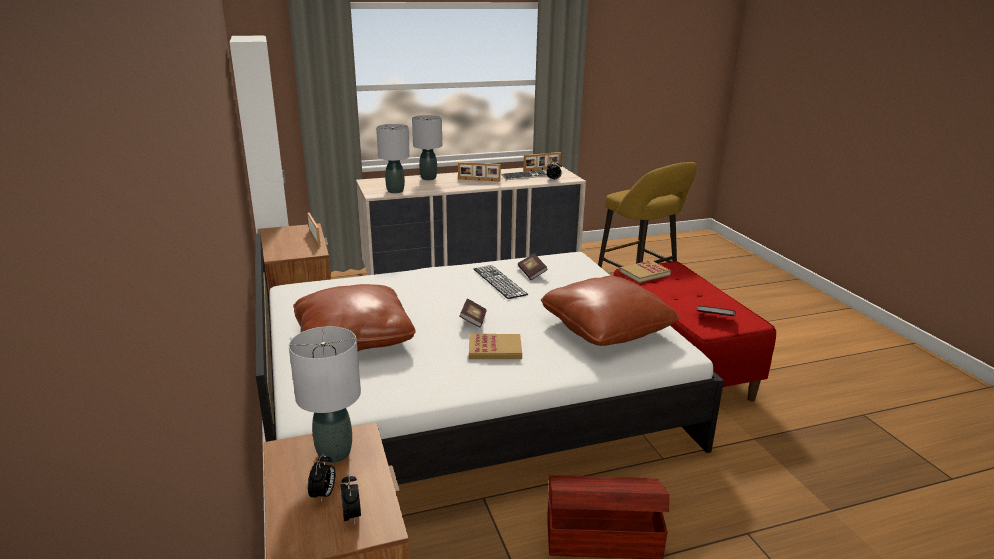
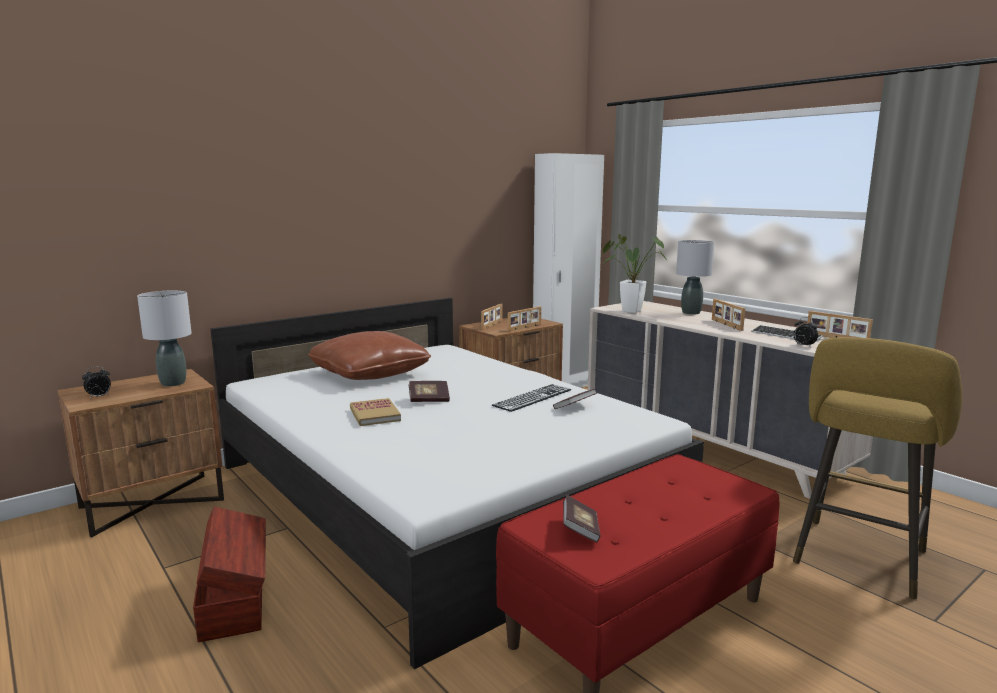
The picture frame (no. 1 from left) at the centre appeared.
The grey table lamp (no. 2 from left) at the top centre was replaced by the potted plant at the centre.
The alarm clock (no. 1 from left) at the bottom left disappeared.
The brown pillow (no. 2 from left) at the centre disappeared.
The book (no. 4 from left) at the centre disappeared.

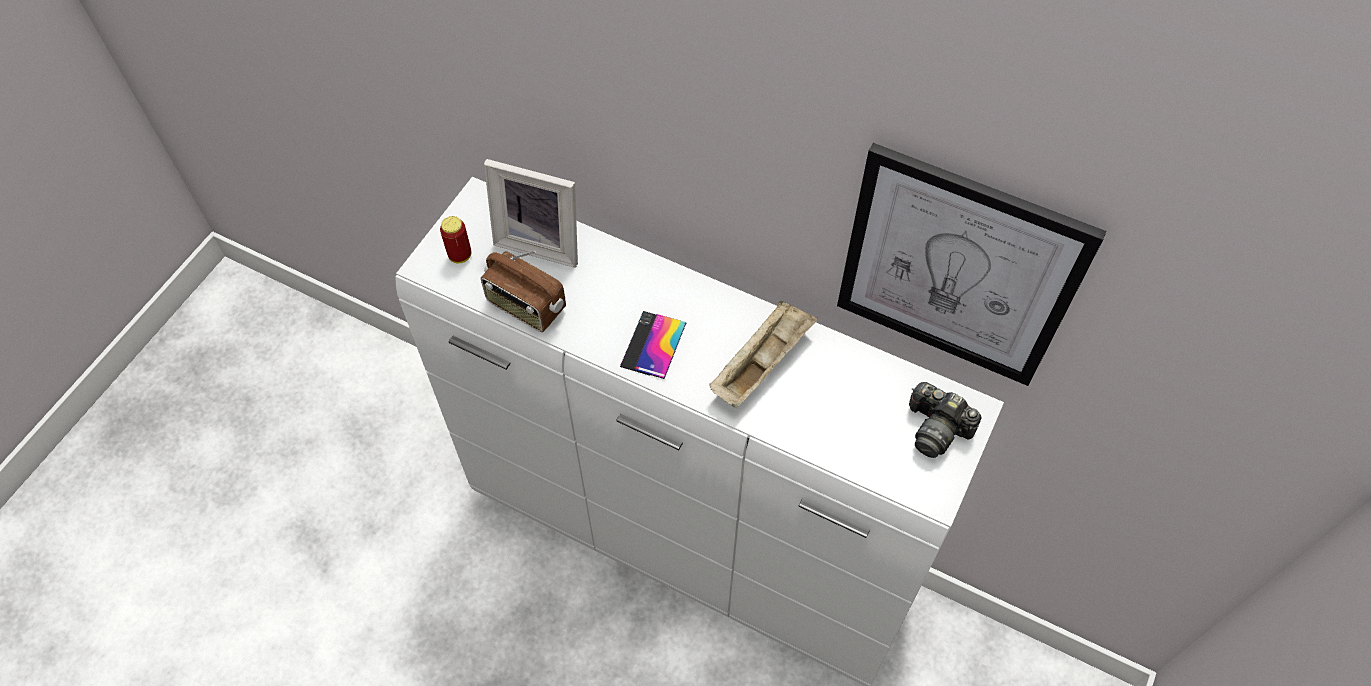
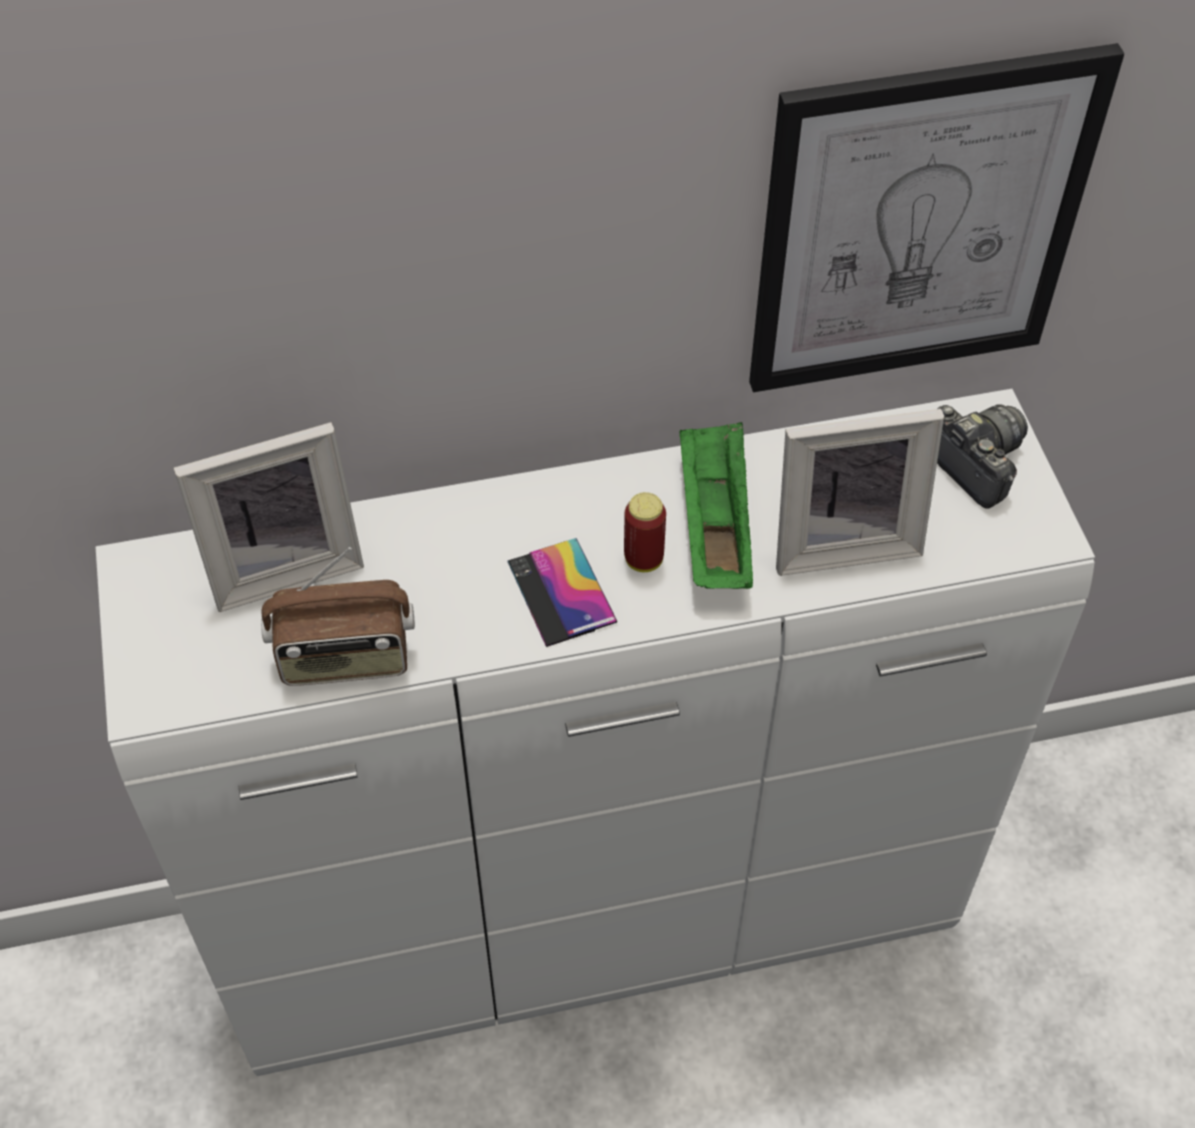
The can moved from the middle left to the centre.
The beige tray at the centre became the green tray at the centre.
The picture frame (no. 2 from left) at the middle right appeared.
The photo camera at the middle right turned 120 degrees counterclockwise.

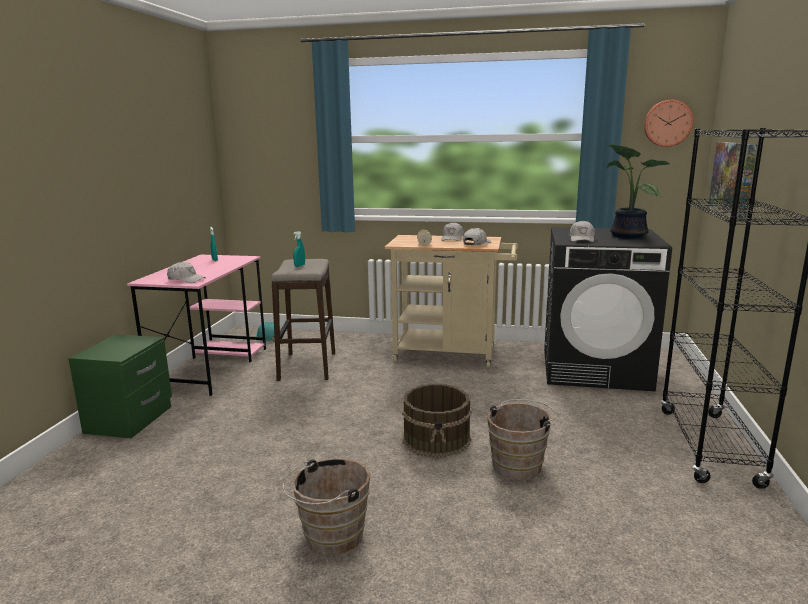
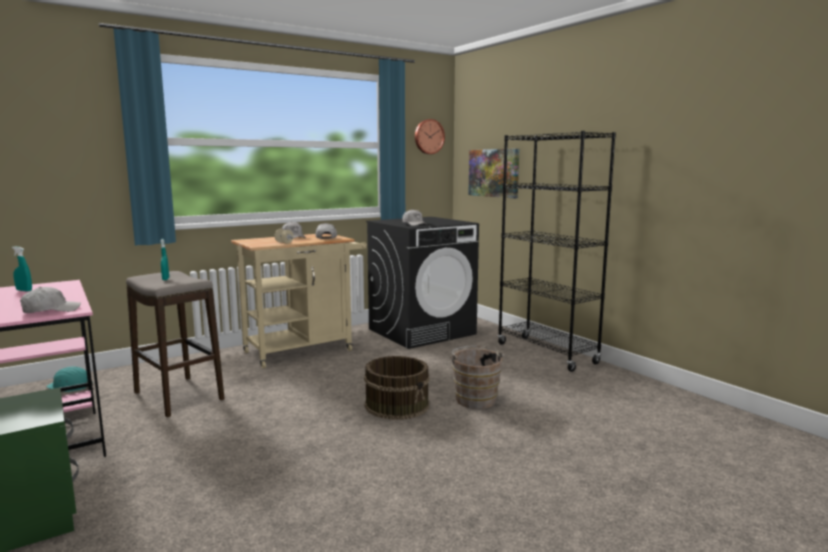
The brown bucket (no. 1 from left) at the bottom centre disappeared.
The potted plant at the top right disappeared.

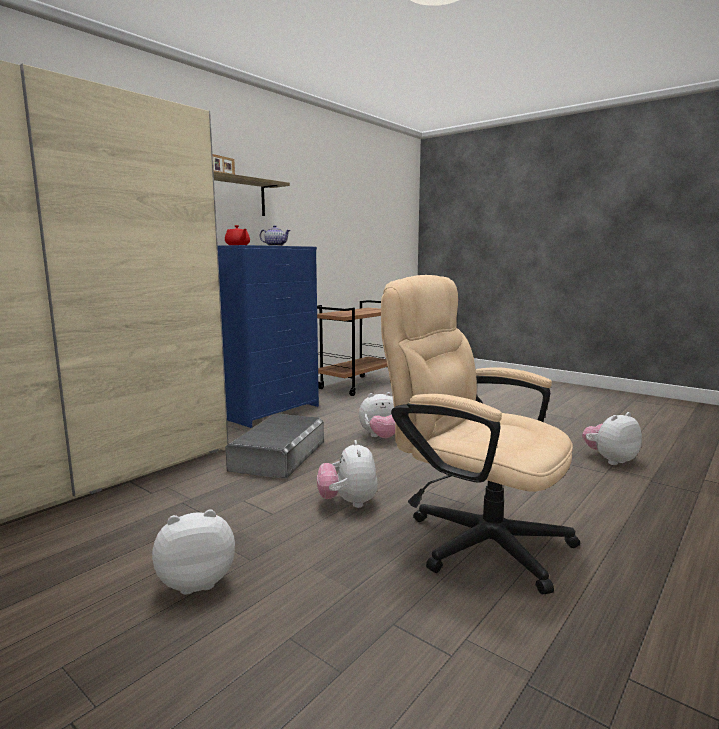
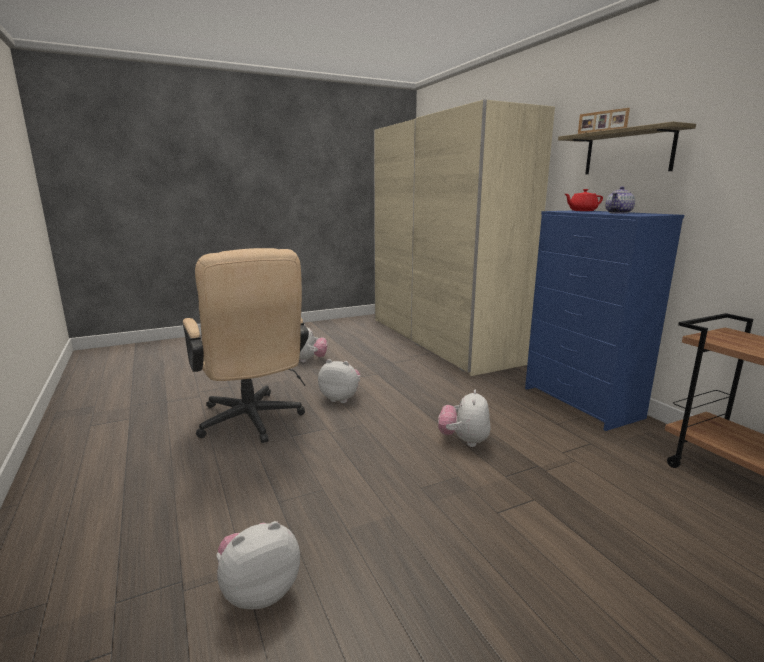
The beige office chair at the middle right turned 90 degrees clockwise.
The plush toy (no. 4 from left in the first image) at the middle right turned 120 degrees counterclockwise.
The grey storage box at the centre disappeared.

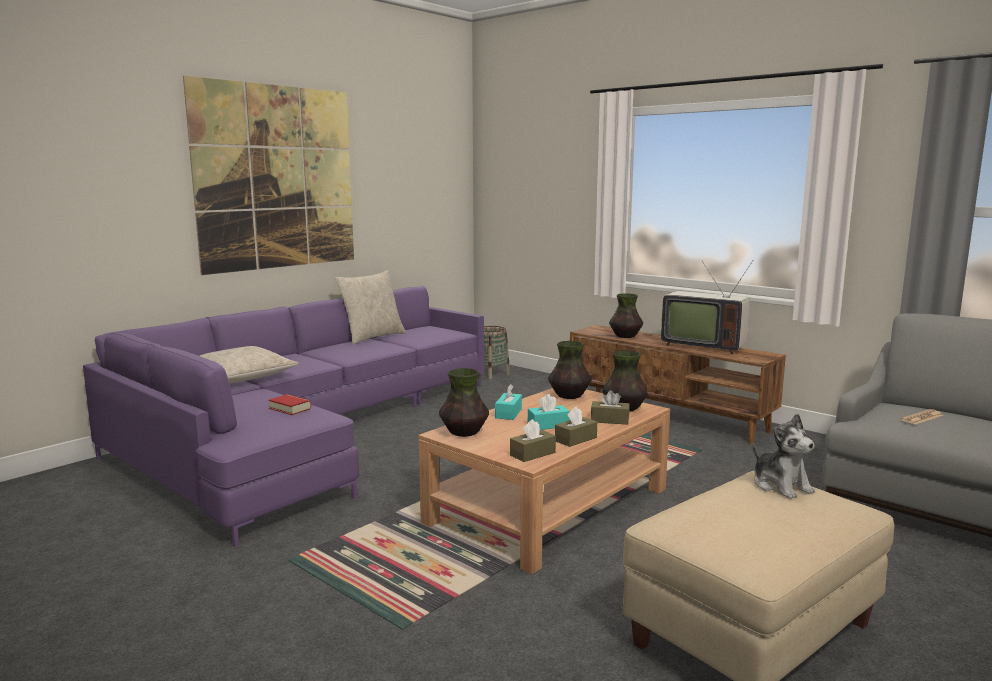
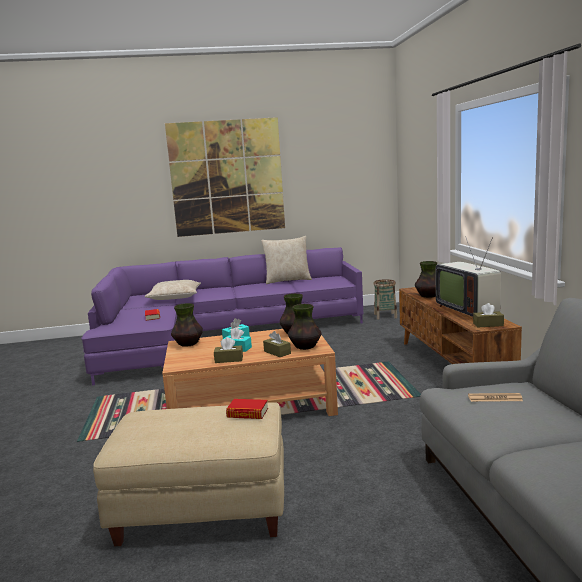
The plush toy at the bottom right was replaced by the book (no. 2 from left) at the bottom centre.
The brown tissue box (no. 1 from left in the first image) moved from the centre to the middle right.

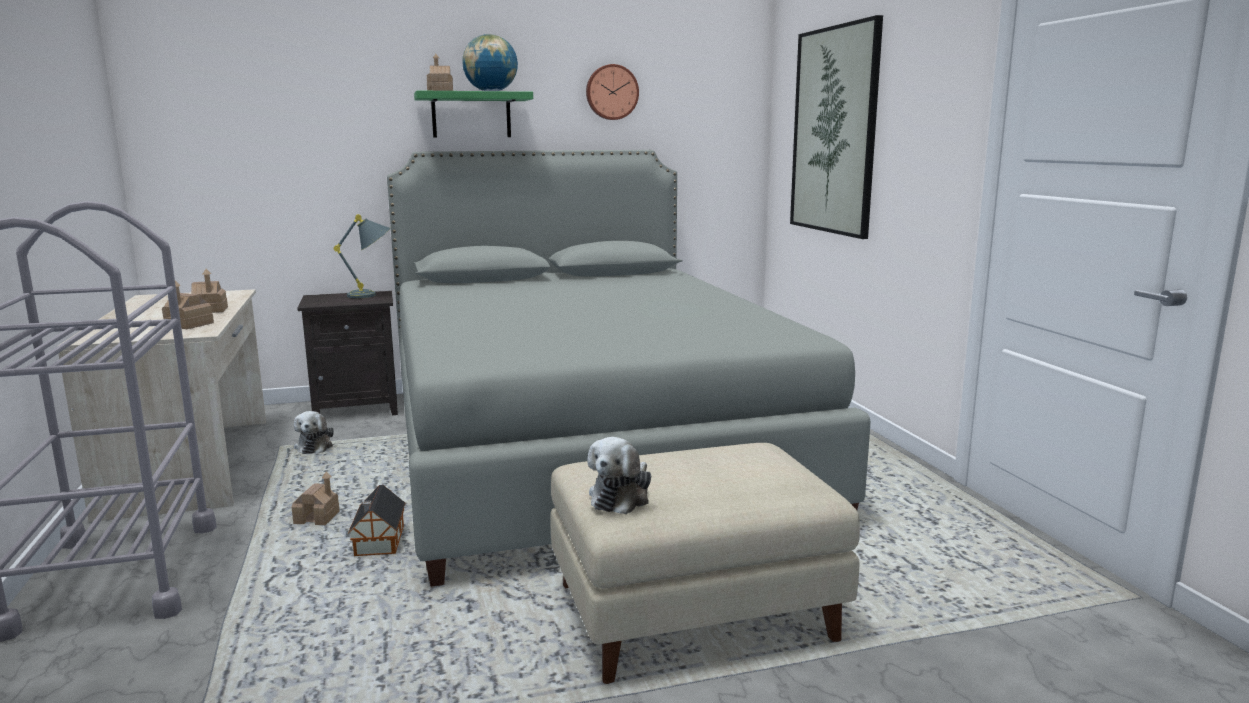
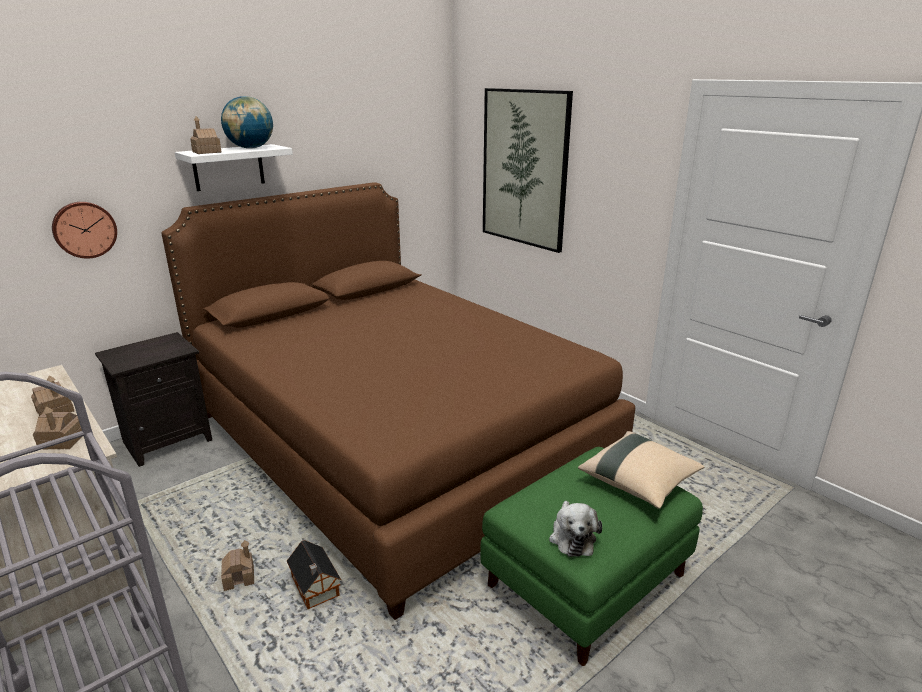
The wall clock moved from the top centre to the top left.
The grey bed at the centre became the brown bed at the centre.
The green shelf at the top centre became the white shelf at the top left.
The beige ottoman at the bottom centre became the green ottoman at the bottom centre.
The beige pillow at the bottom right appeared.
The plush toy (no. 1 from left) at the middle left disappeared.
The grey table lamp at the middle left disappeared.

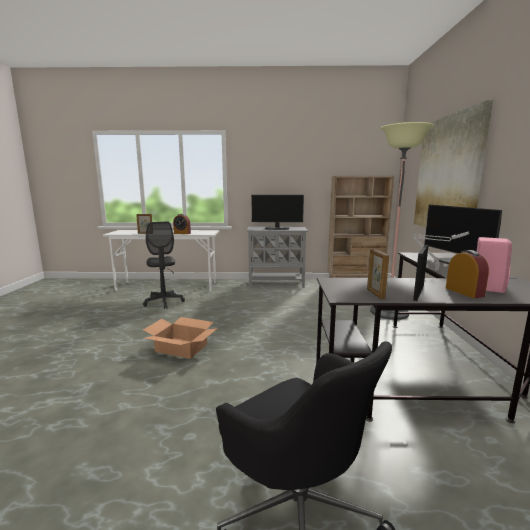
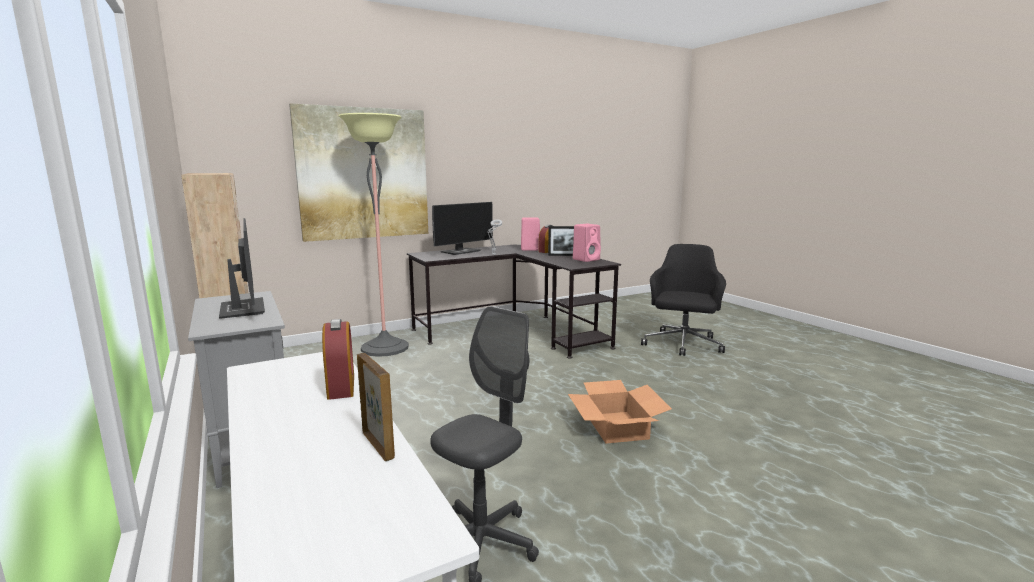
The picture frame (no. 2 from left) at the middle right was replaced by the pink speaker (no. 2 from left) at the centre.

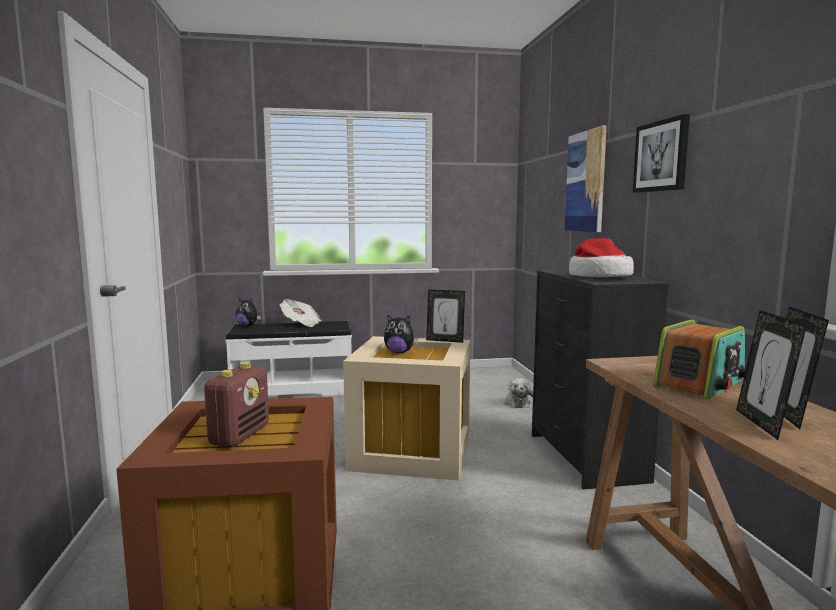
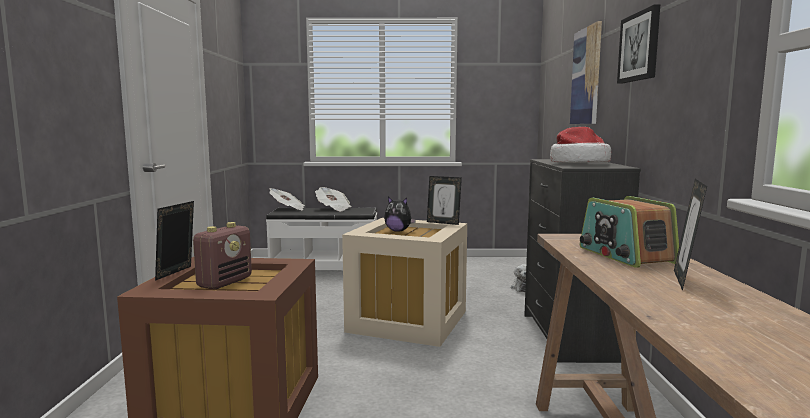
The picture frame (no. 2 from left in the first image) moved from the middle right to the middle left.
The plush toy (no. 1 from left) at the middle left was replaced by the newspaper (no. 1 from left) at the centre.
The radio (no. 2 from left) at the middle right turned 105 degrees clockwise.

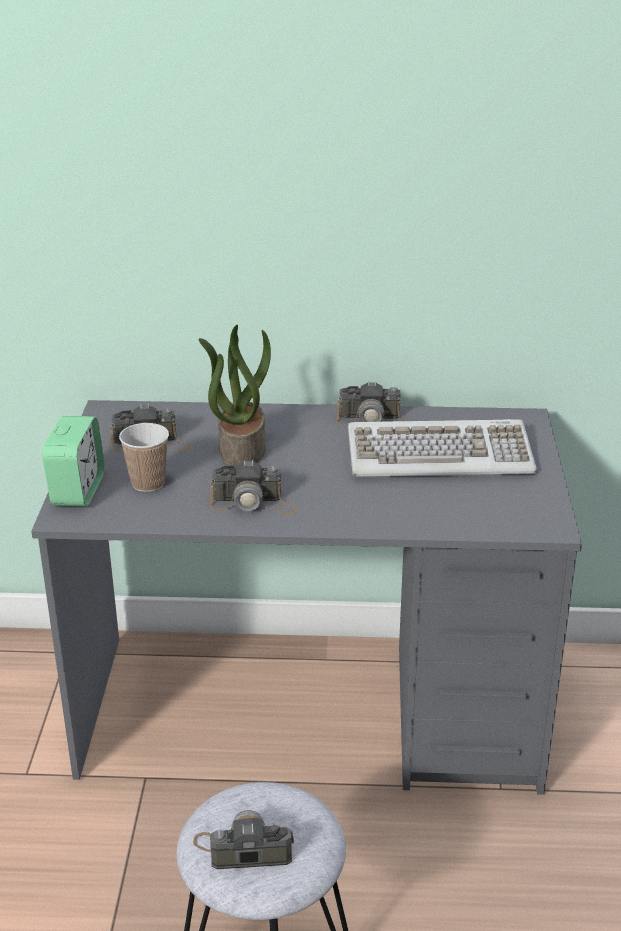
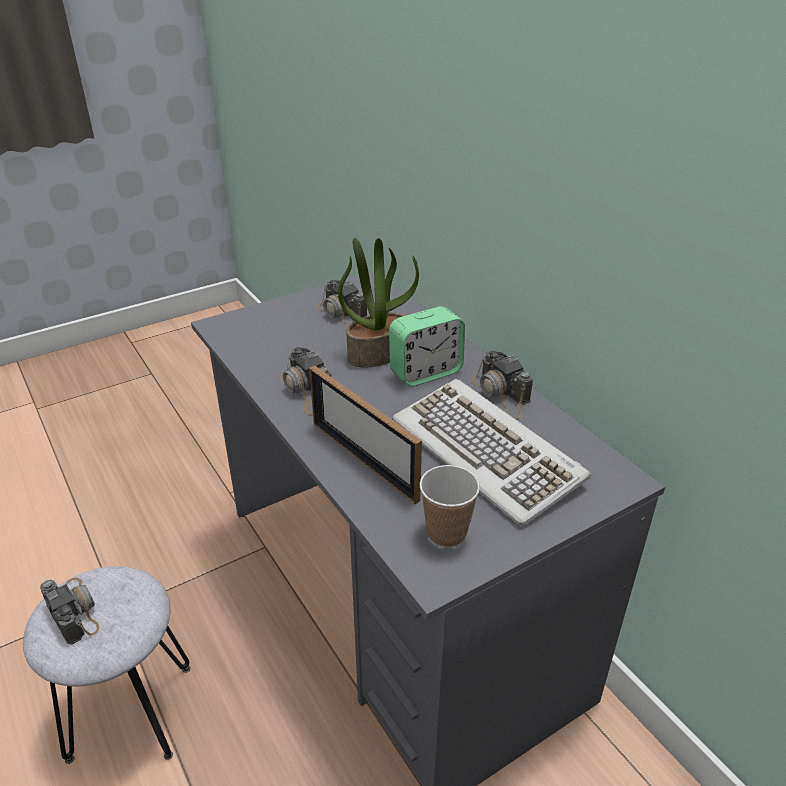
The picture frame at the centre appeared.
The alarm clock moved from the middle left to the centre.
The cup moved from the middle left to the centre.

